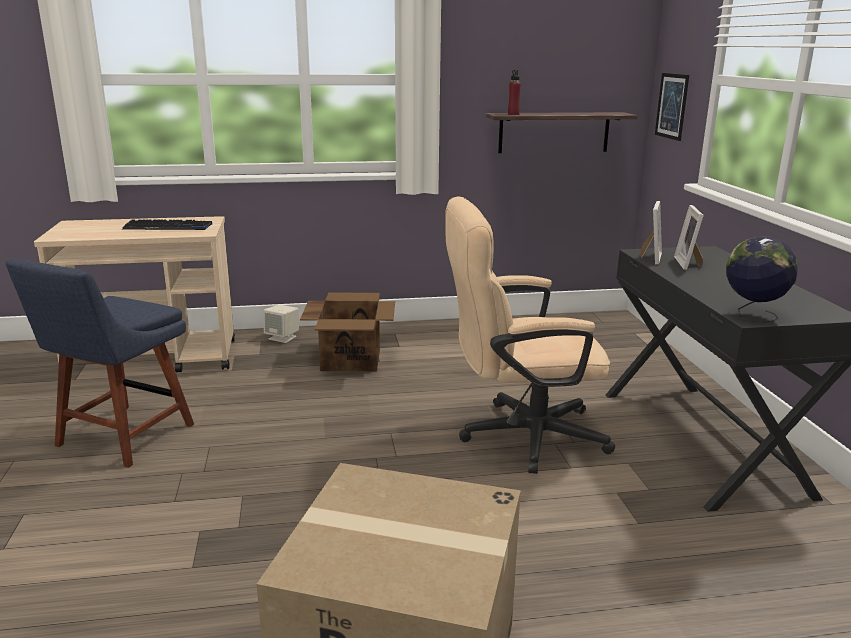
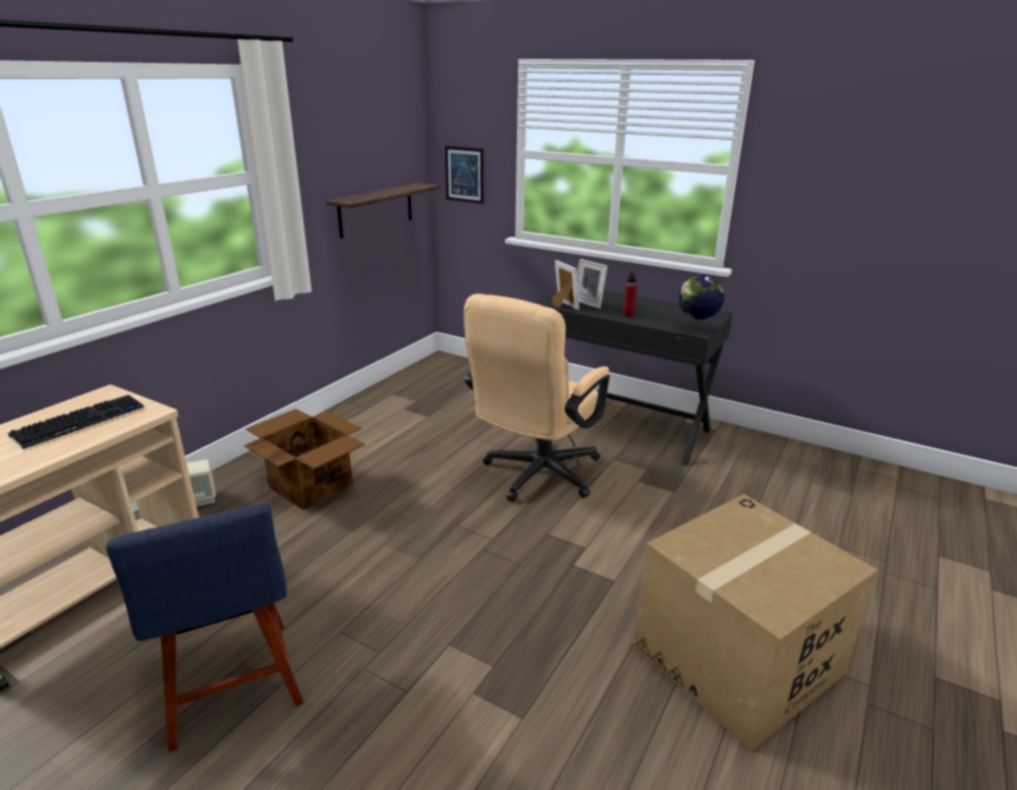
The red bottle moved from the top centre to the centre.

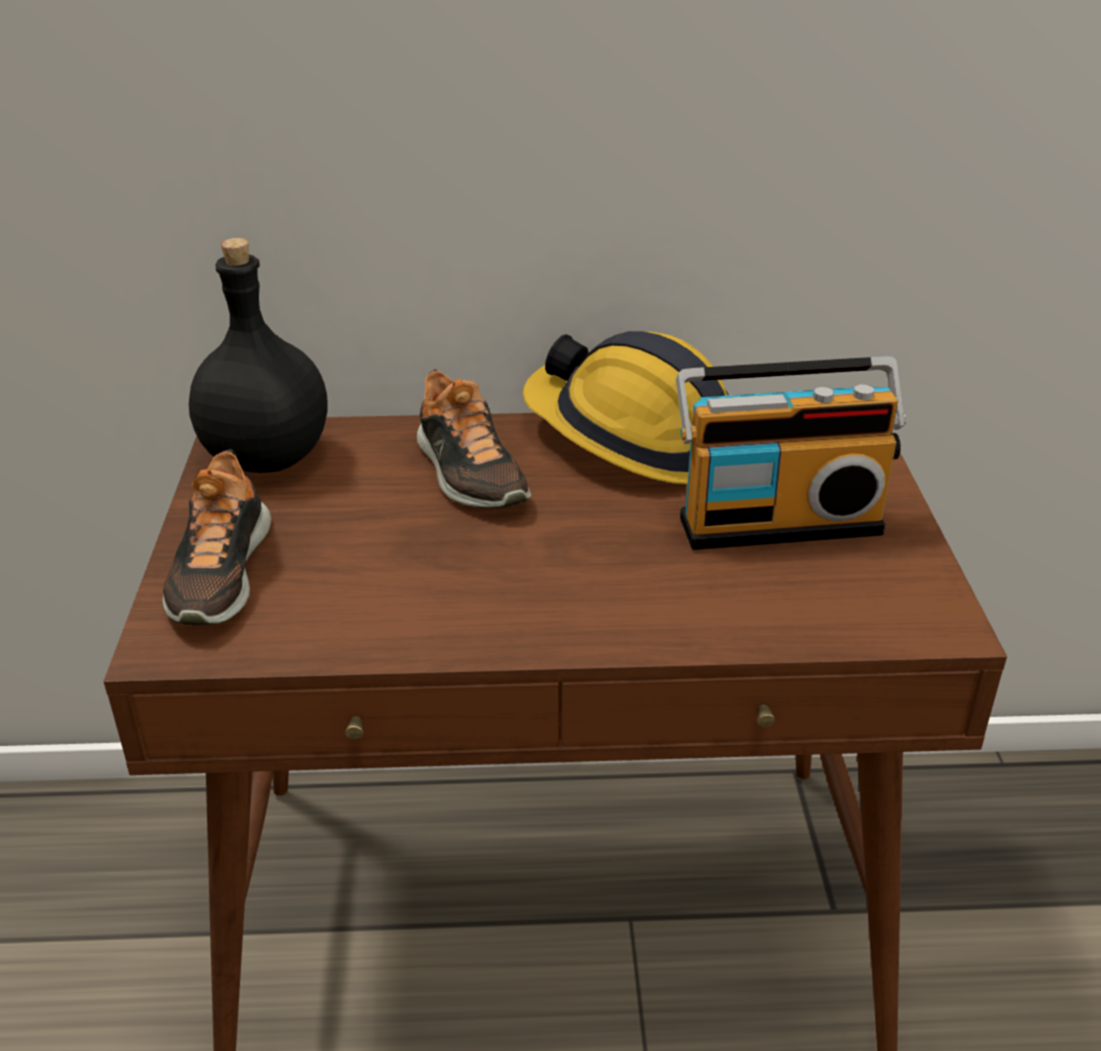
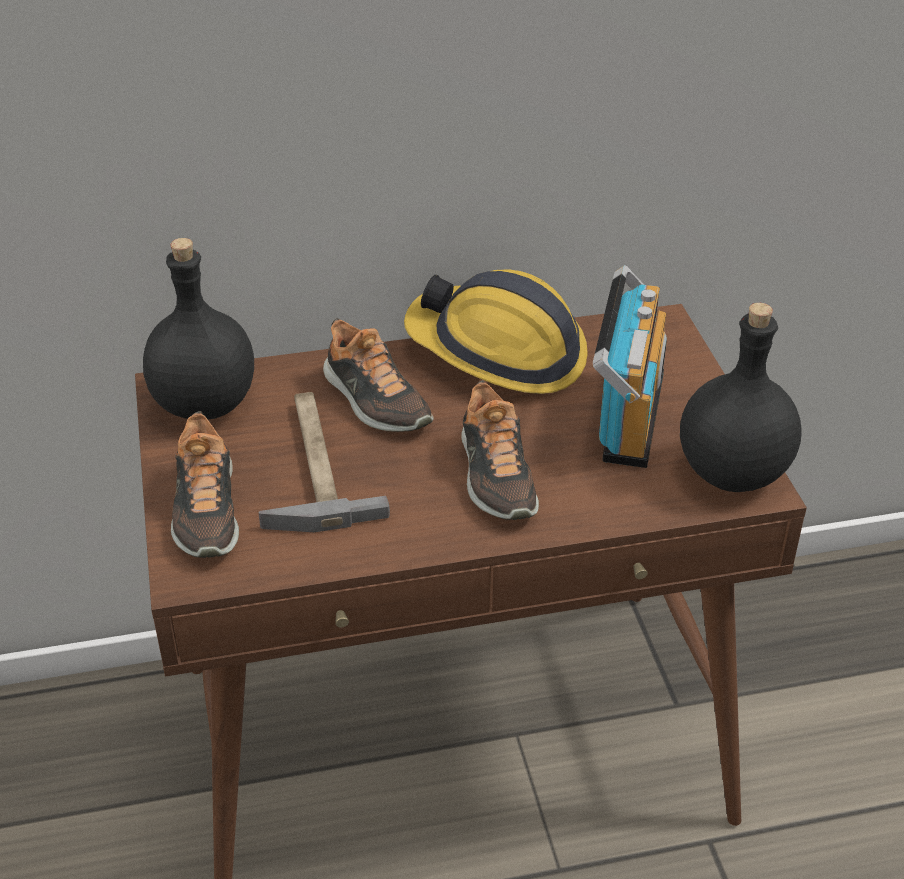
The hammer at the centre appeared.
The shoe (no. 3 from left) at the centre appeared.
The radio at the middle right turned 60 degrees counterclockwise.
The black bottle (no. 2 from left) at the middle right appeared.

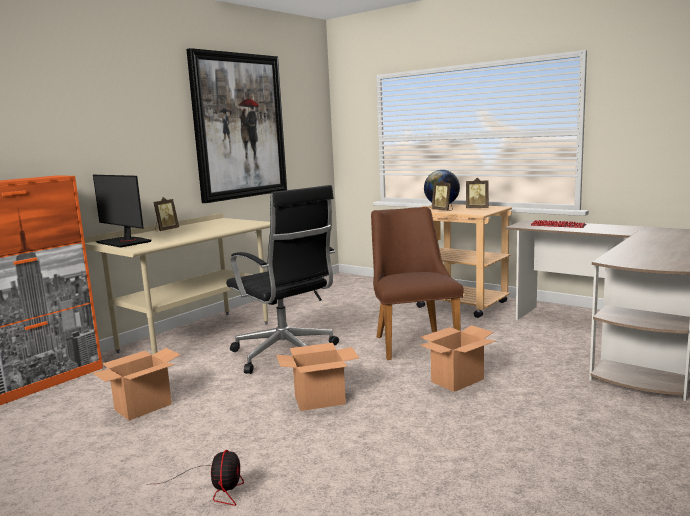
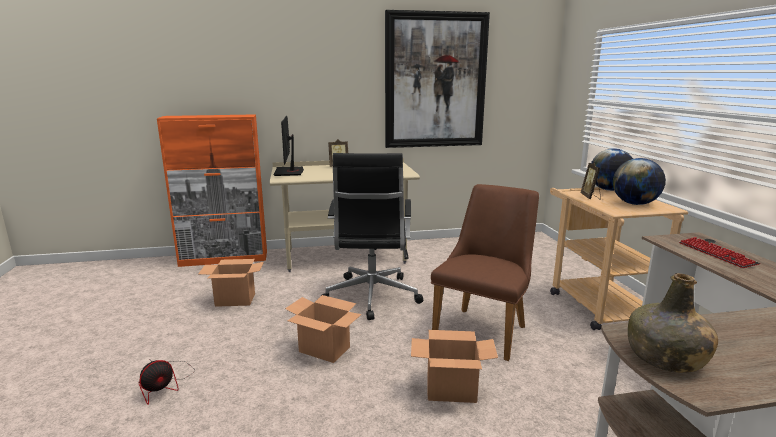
The picture frame (no. 3 from left) at the middle right was replaced by the globe (no. 2 from left) at the middle right.
The green bottle at the bottom right appeared.

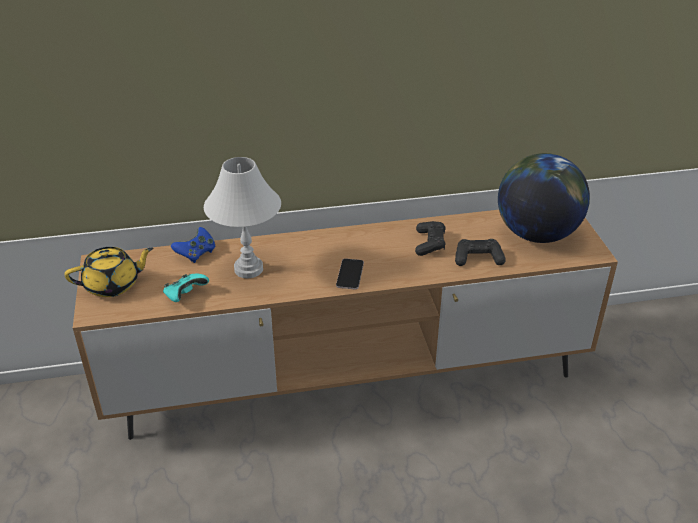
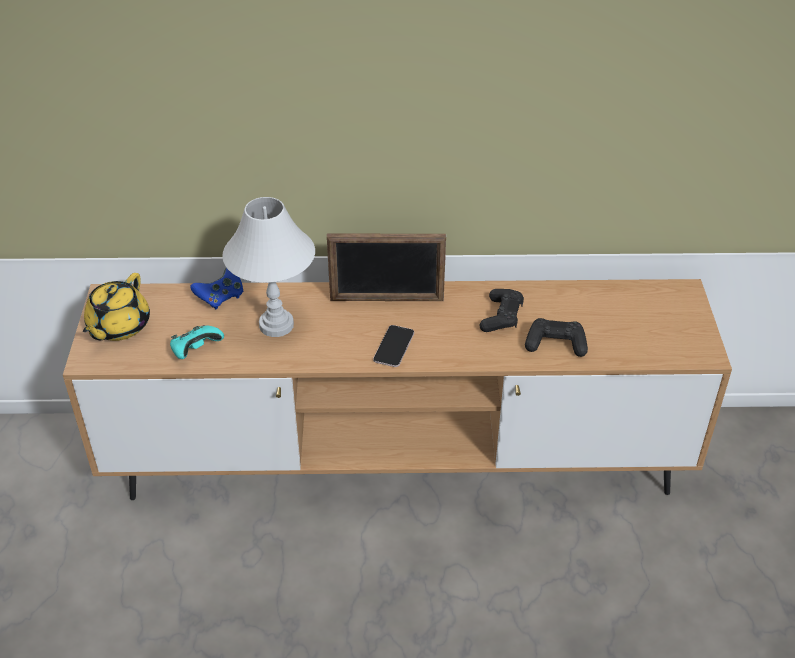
The yellow teapot at the middle left turned 120 degrees clockwise.
The picture frame at the centre appeared.
The globe at the middle right disappeared.

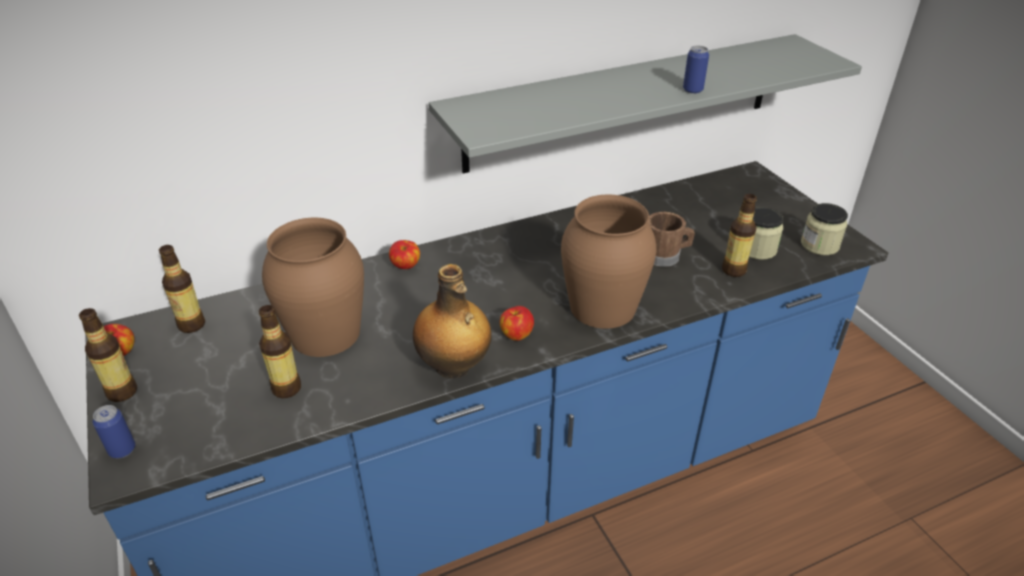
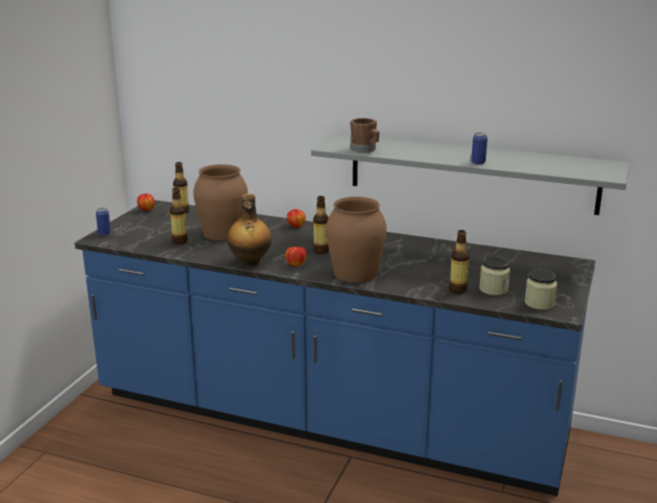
The bottle (no. 1 from left in the first image) moved from the middle left to the centre.
The brown mug moved from the centre to the top centre.

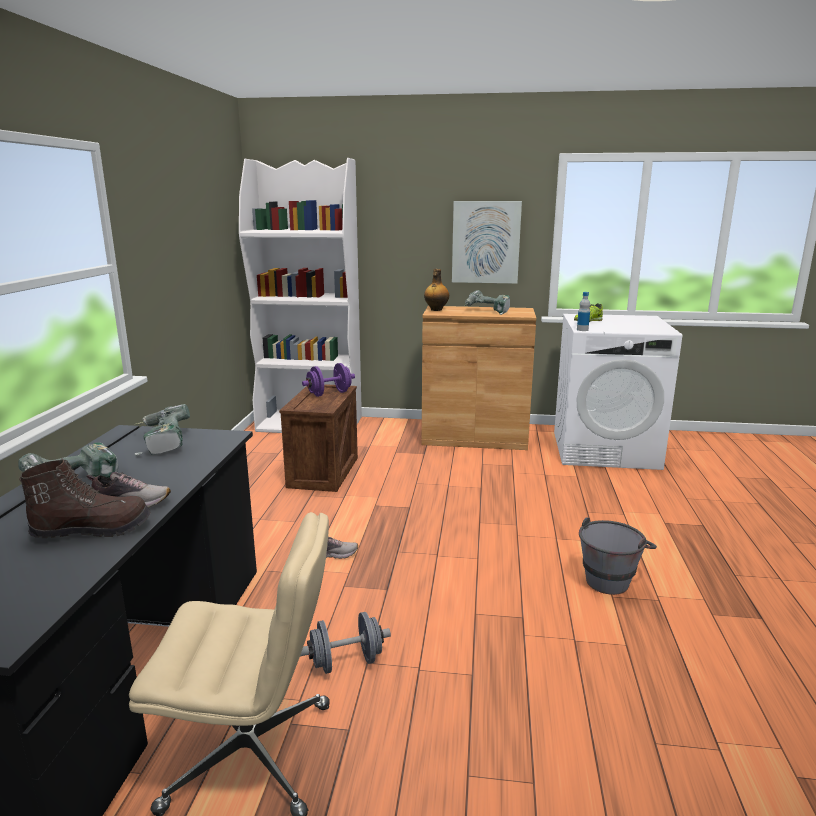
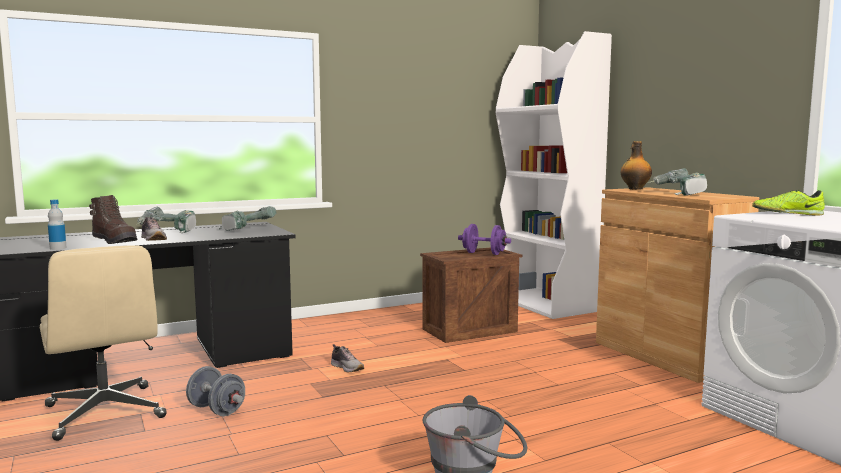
The bottle (no. 2 from left in the first image) moved from the middle right to the middle left.
The picture at the top centre disappeared.

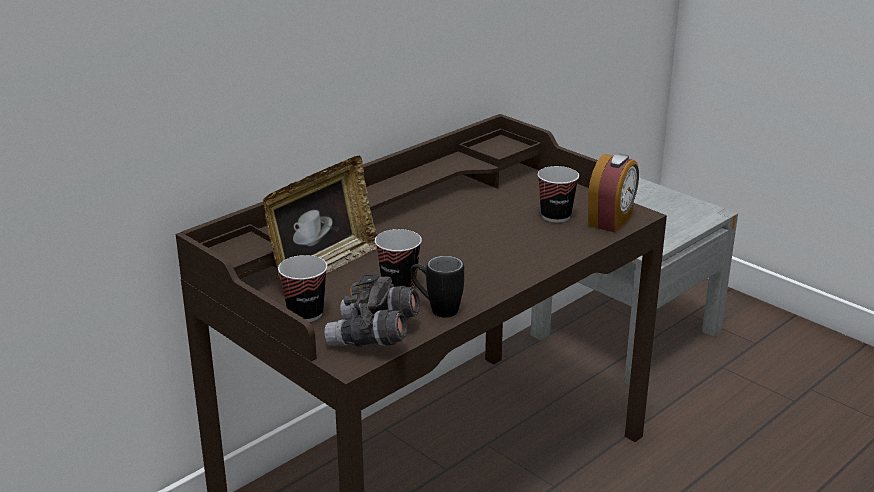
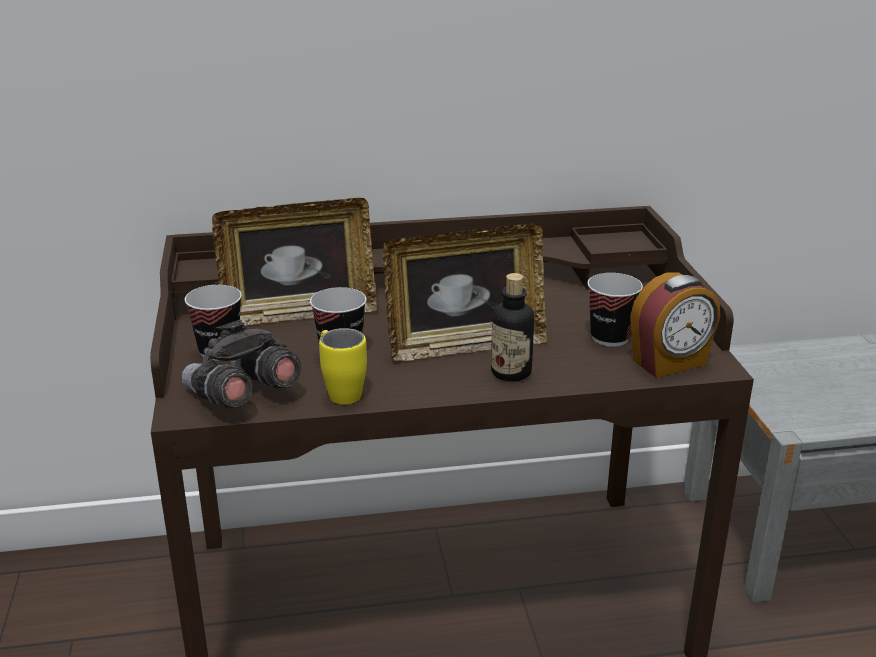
The black mug at the centre became the yellow mug at the centre.
The picture frame (no. 2 from left) at the centre appeared.
The bottle at the centre appeared.

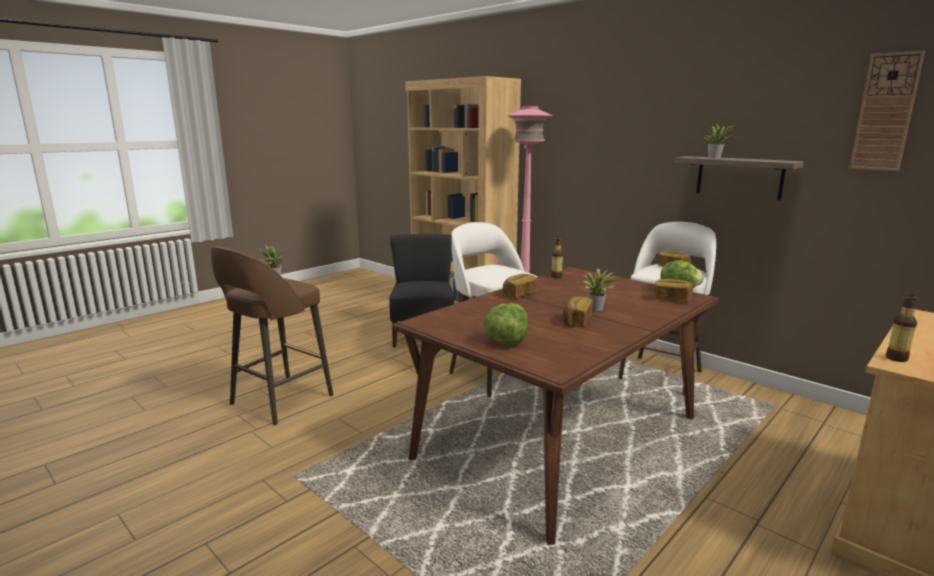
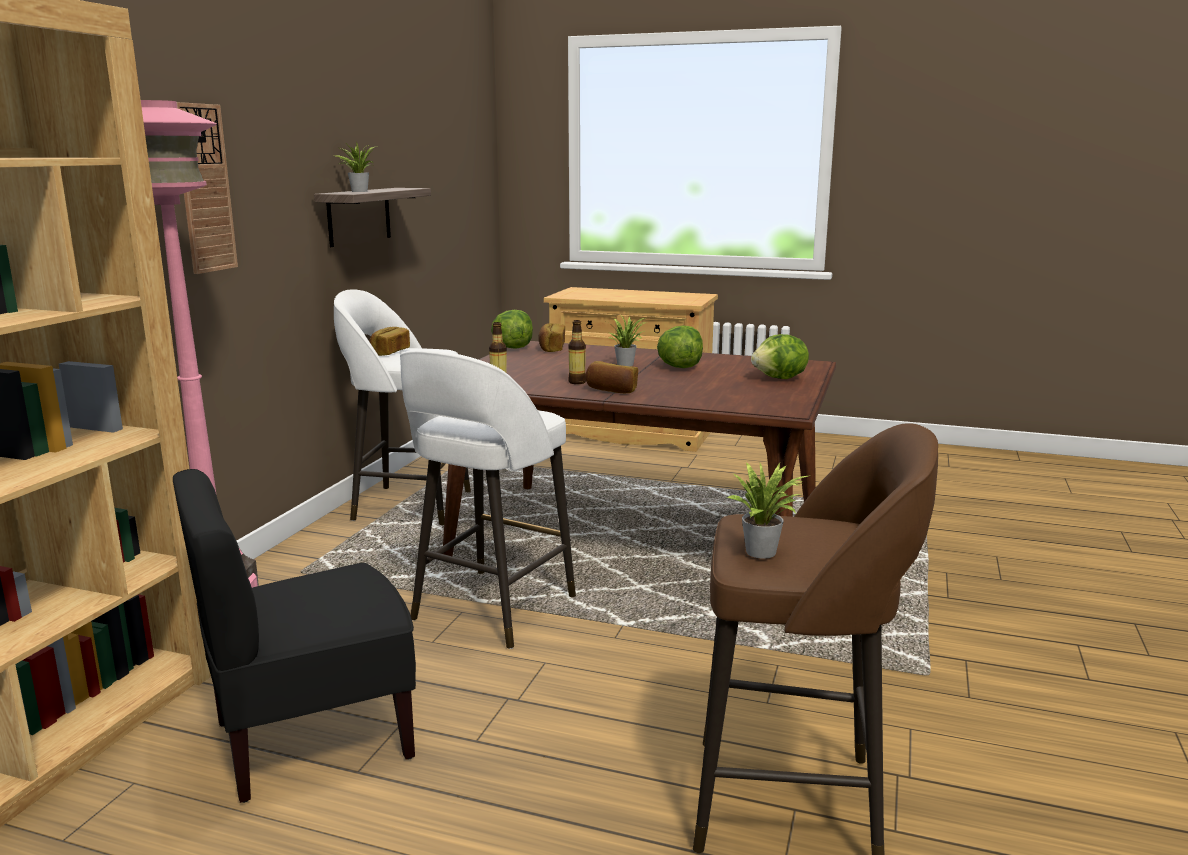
The wall clock moved from the top right to the top left.
The bottle (no. 2 from left) moved from the middle right to the centre.
The bread (no. 2 from left) at the centre was replaced by the lettuce (no. 2 from left) at the centre.

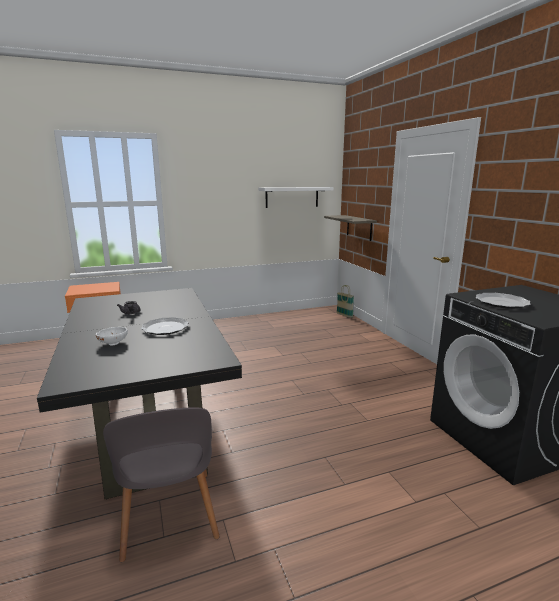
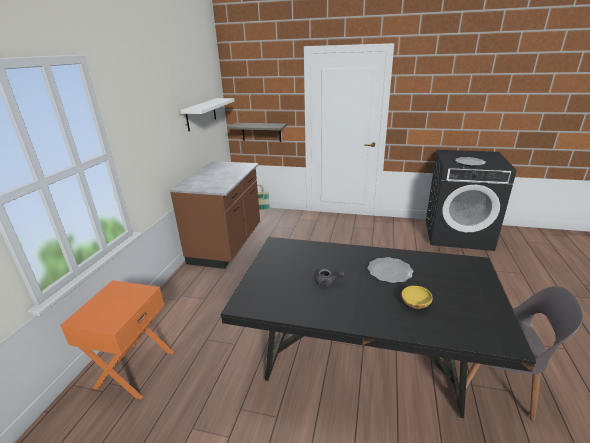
The brown counter at the centre appeared.
The white bowl at the middle left became the yellow bowl at the bottom right.

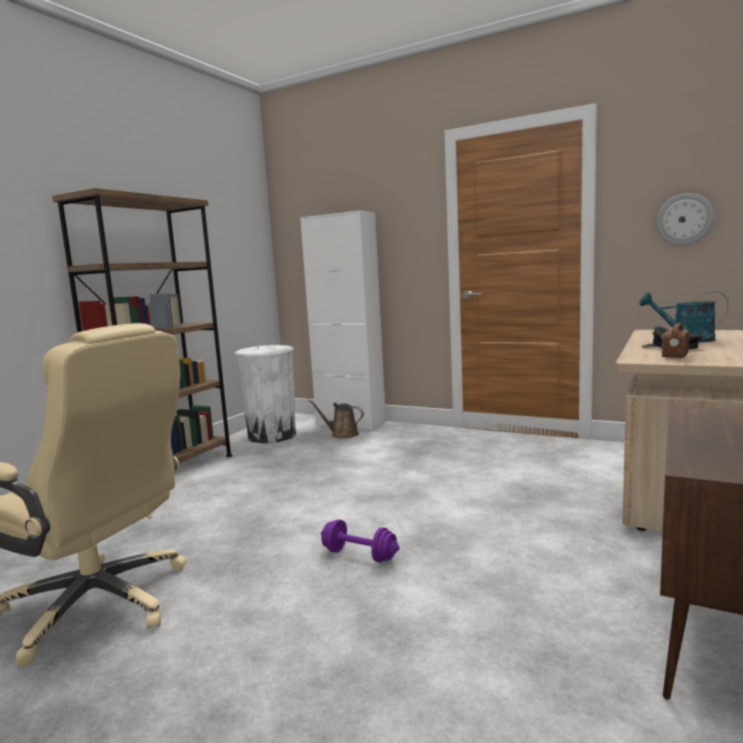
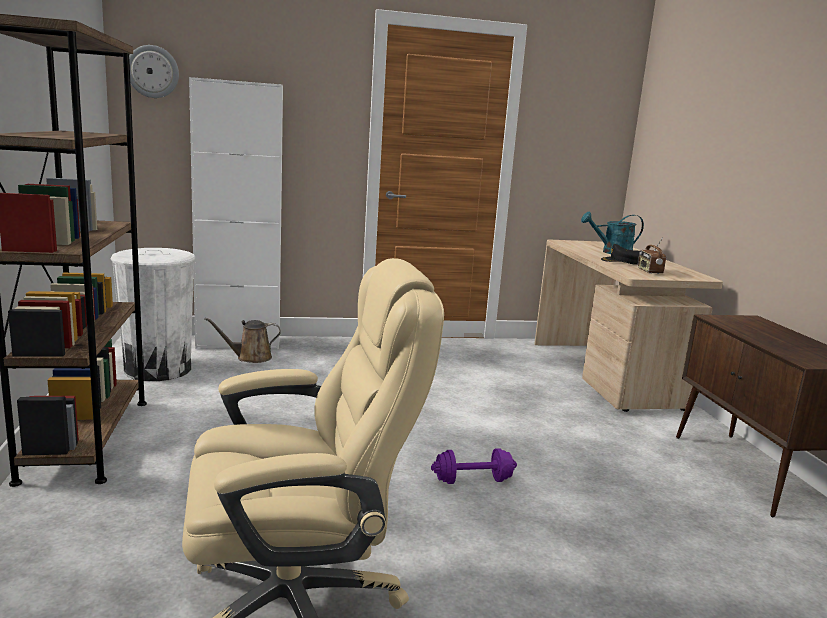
The wall clock moved from the top right to the top left.

